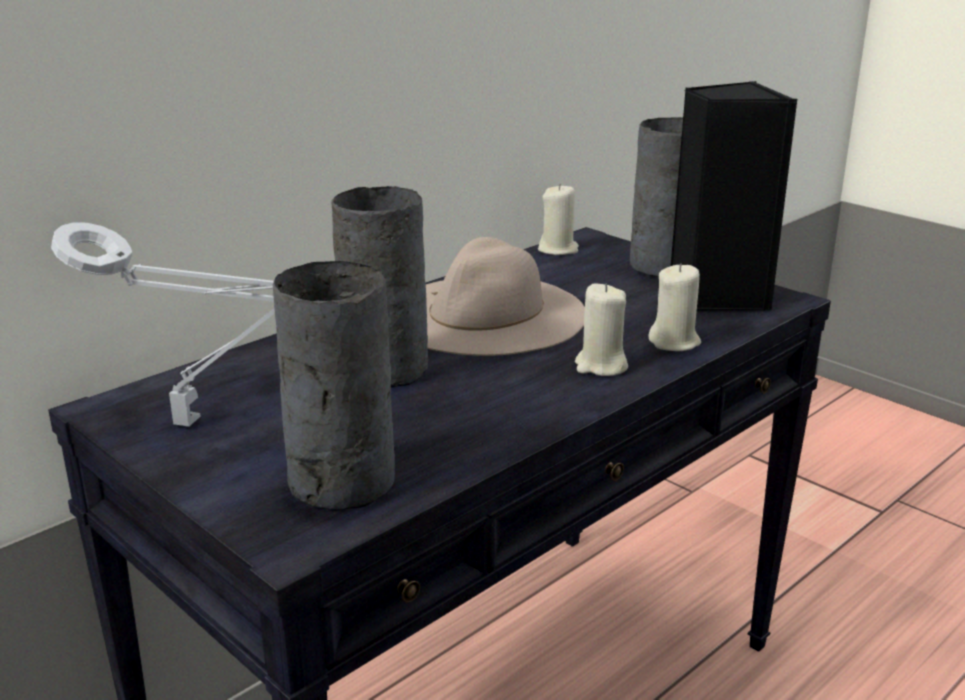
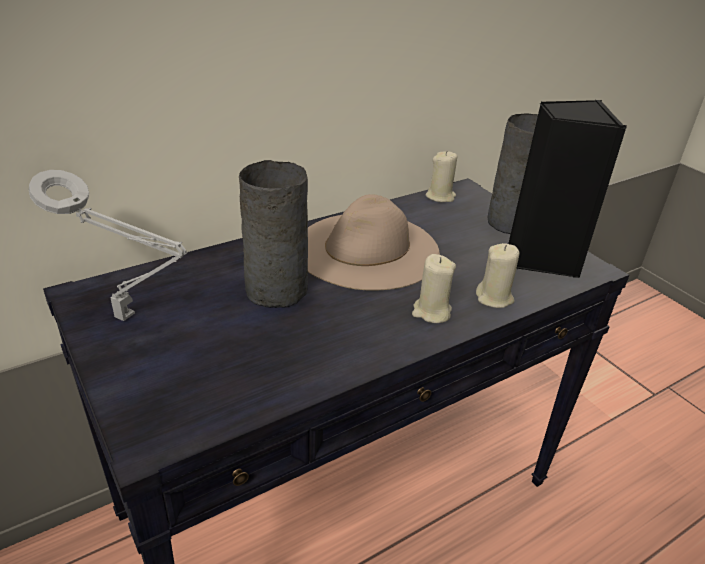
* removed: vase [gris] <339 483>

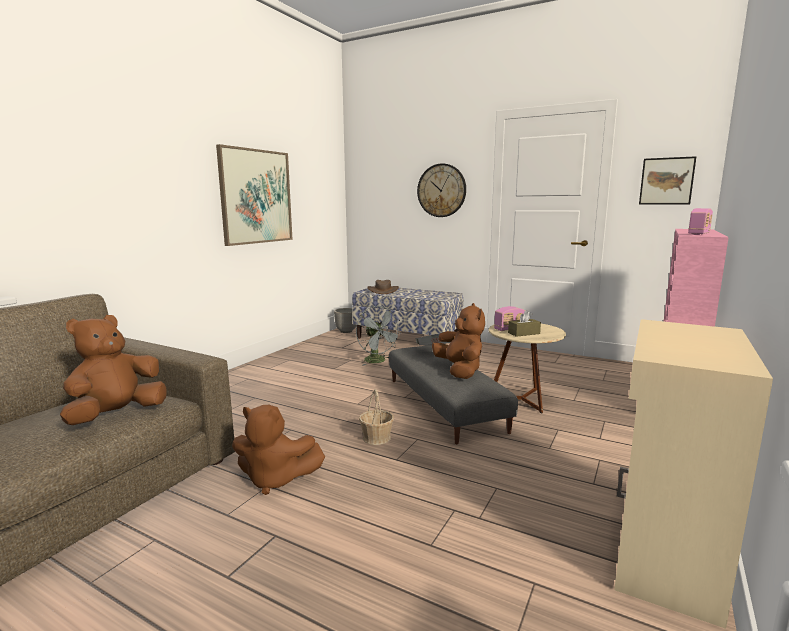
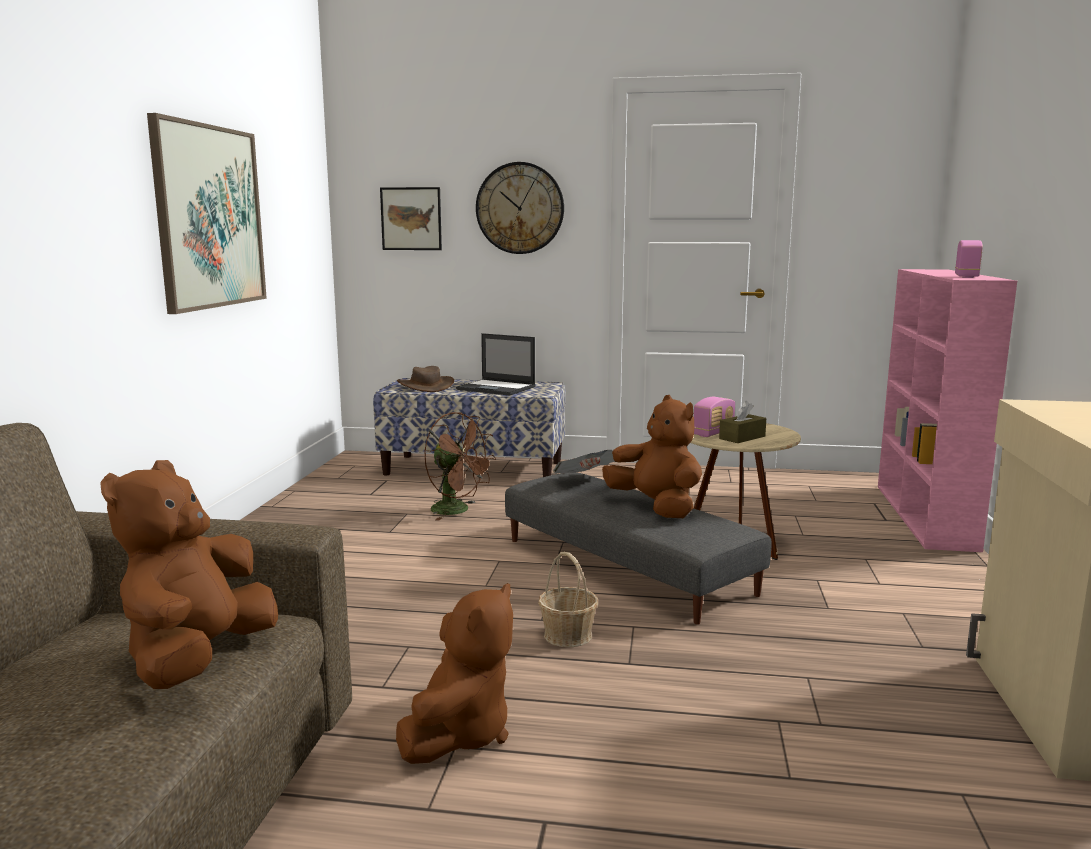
* removed: cache-pot <346 331>
* added: ordinateur portable <497 388>
* moved: tableau <666 181> to <411 219>
* recoloured: ventilateur [gris] <378 361> to ventilateur [marron] <457 511>
* turned: peluche [marron] <275 479> = <460 733> 60 degrees counterclockwise

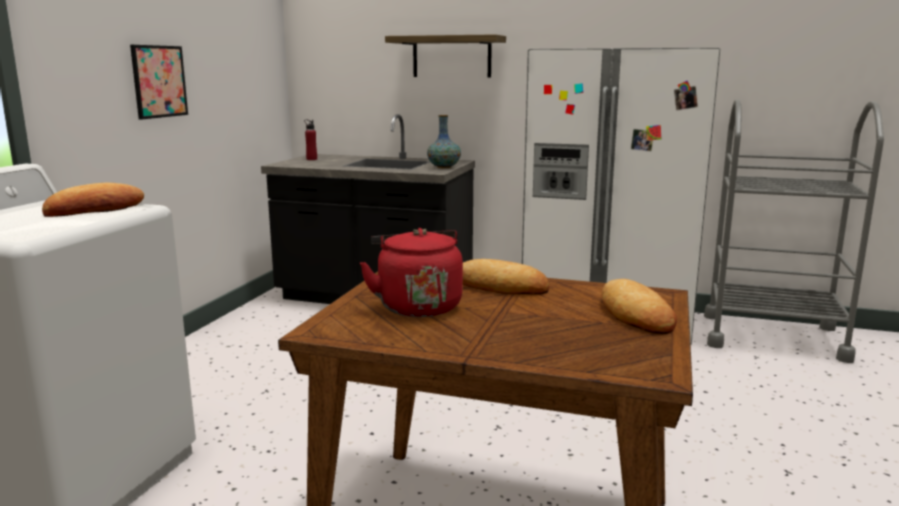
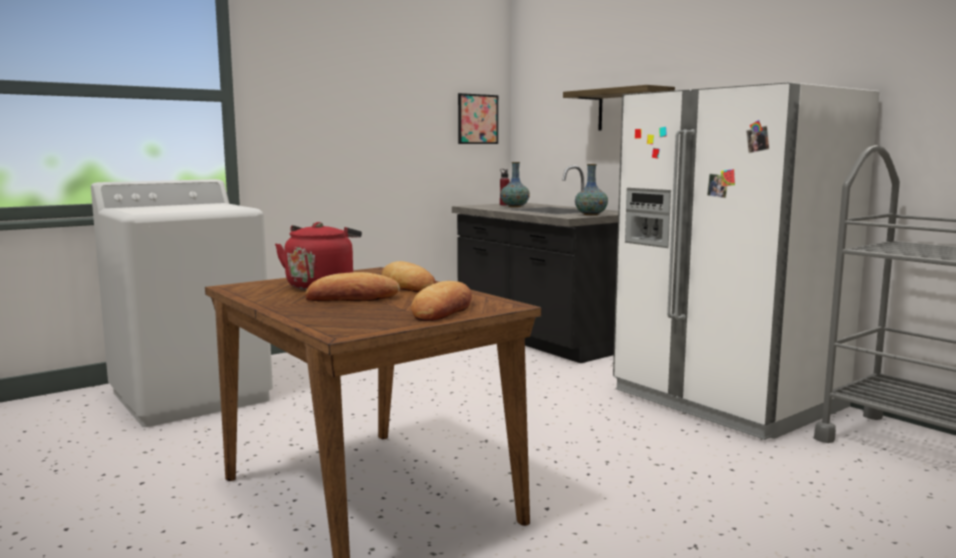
* added: vase <514 206>
* moved: pain <95 209> to <352 298>
* moved: tableau <159 81> to <477 119>

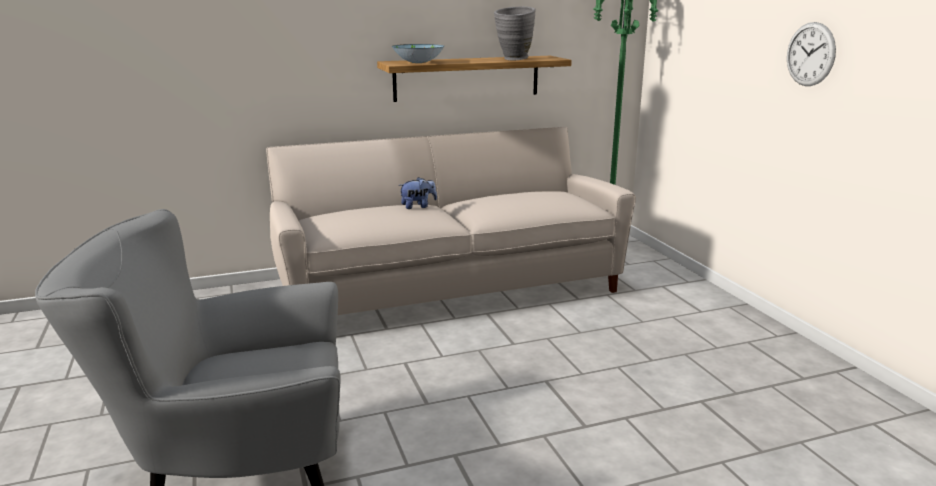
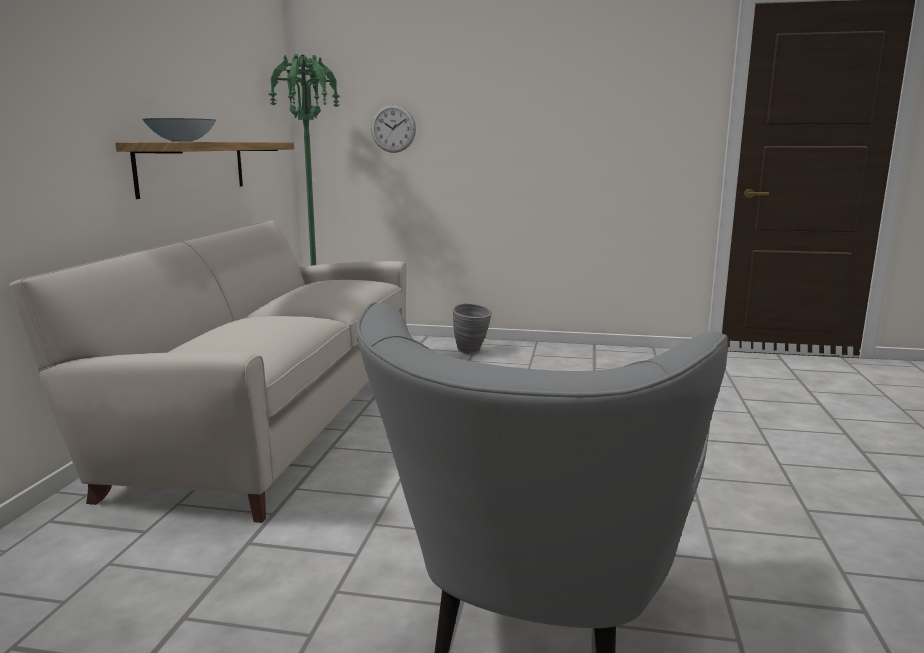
* removed: peluche <418 206>
* moved: vase [gris] <514 59> to <472 352>
* moved: horloge murale <810 54> to <393 128>

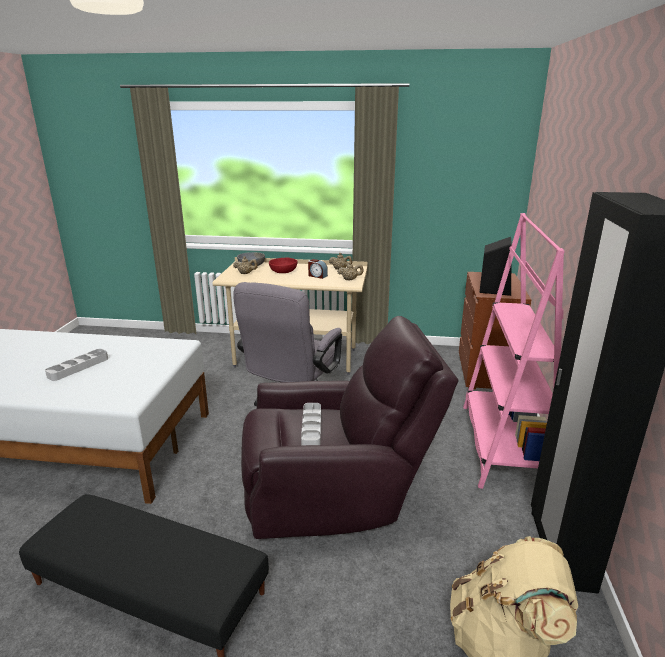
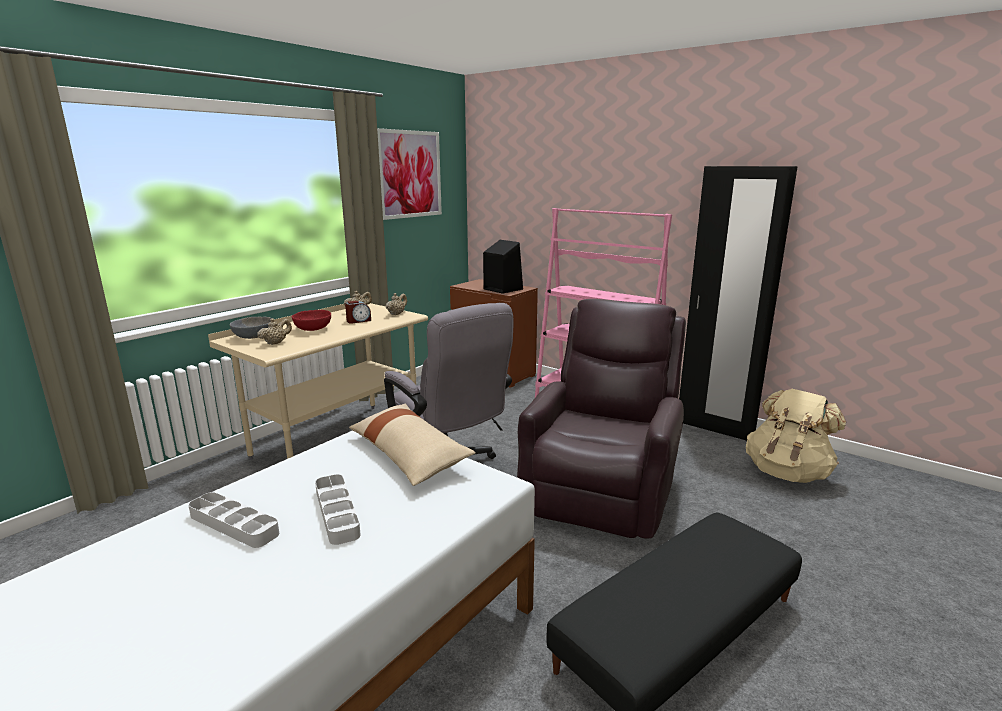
* added: coussin [beige] <409 455>
* added: tableau <410 174>
* moved: plateau [gris] <311 427> to <234 524>

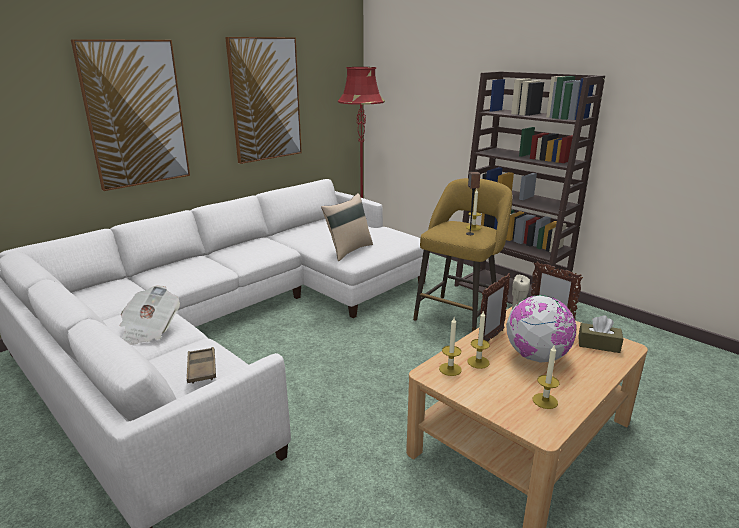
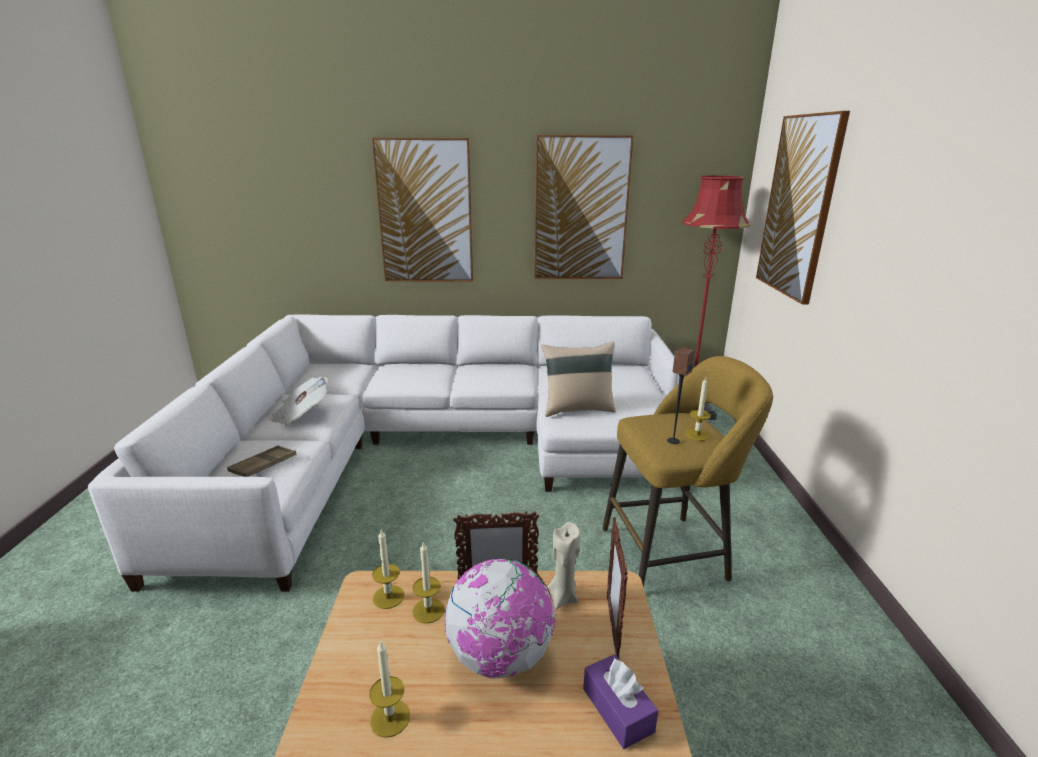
* removed: bibliothèque [marron] <511 292>
* added: tableau <799 207>
* recoloured: boîte à mouchoirs [marron] <598 344> to boîte à mouchoirs [violet] <617 709>

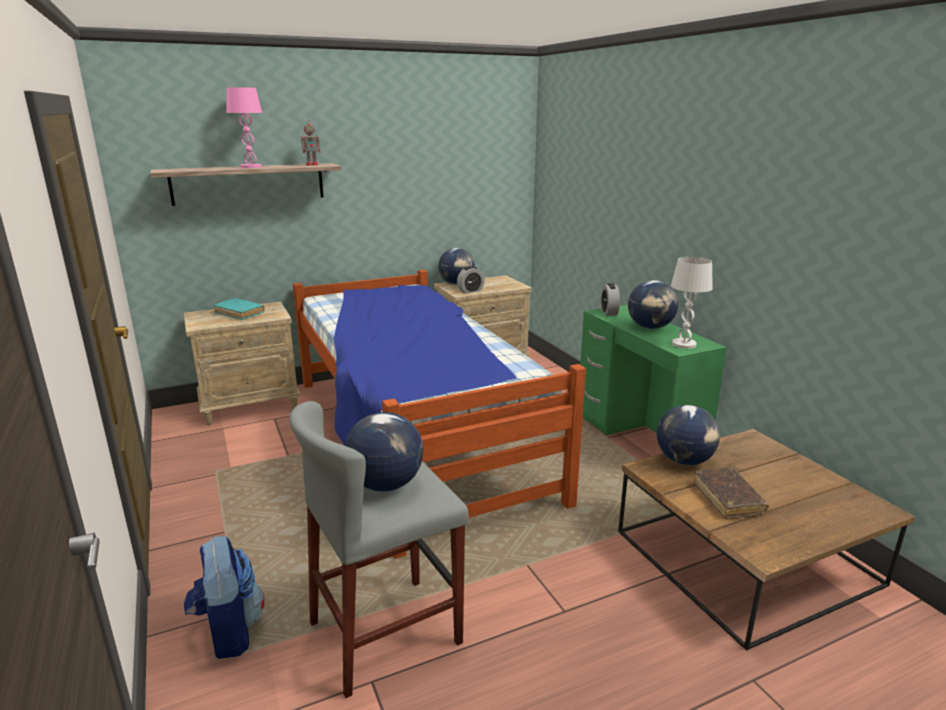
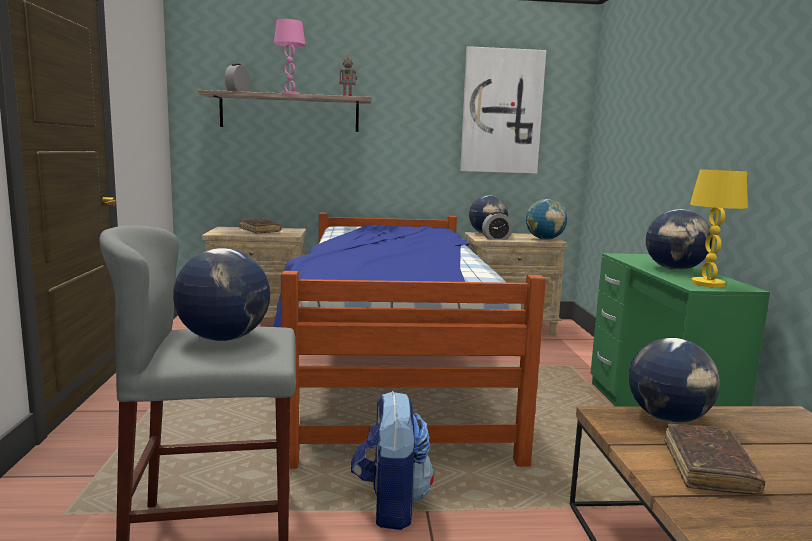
* added: tableau <501 111>
* added: globe <544 239>
* moved: sac à dos <229 631> to <390 505>
* moved: réveil <609 312> to <237 92>
* recoloured: livre [turquoise] <239 313> to livre [marron] <260 231>
* recoloured: lampe de table [blanc] <684 344> to lampe de table [jaune] <708 284>

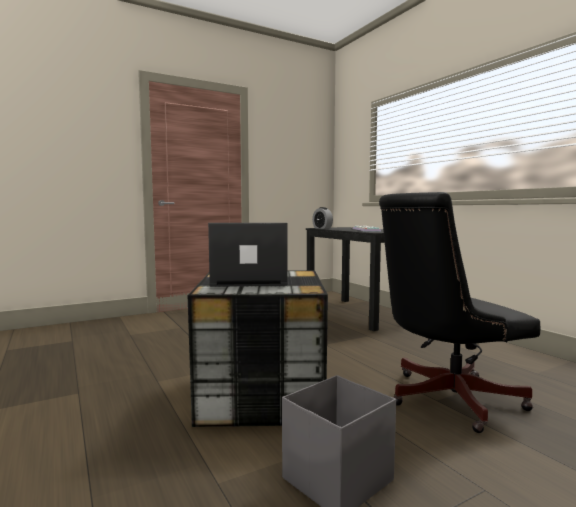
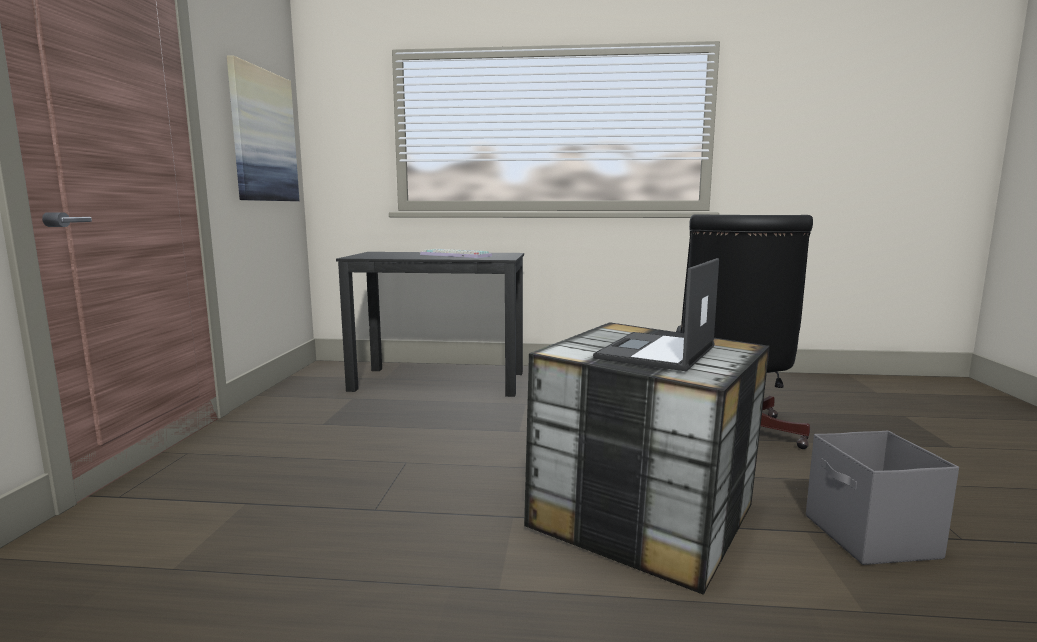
* removed: réveil <322 228>
* added: tableau <263 136>

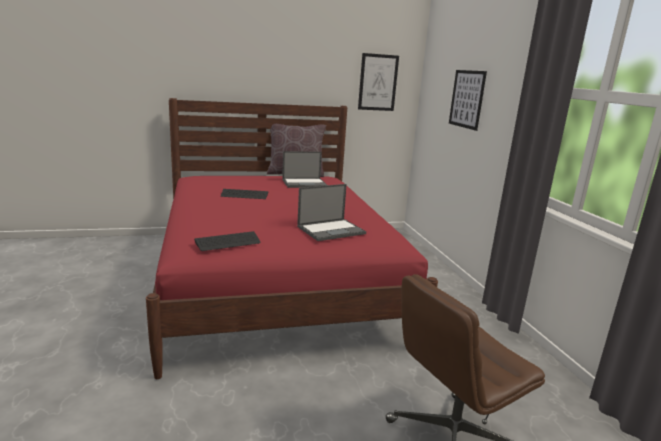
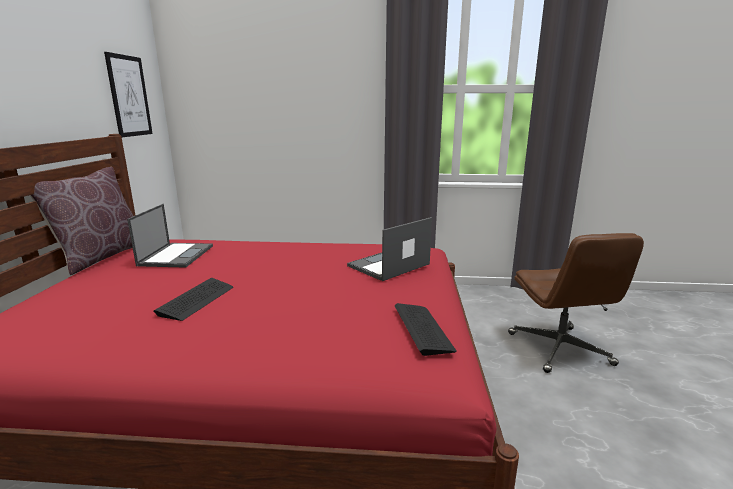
* removed: tableau <467 99>
* turned: ordinateur portable <331 230> = <388 265> 120 degrees counterclockwise

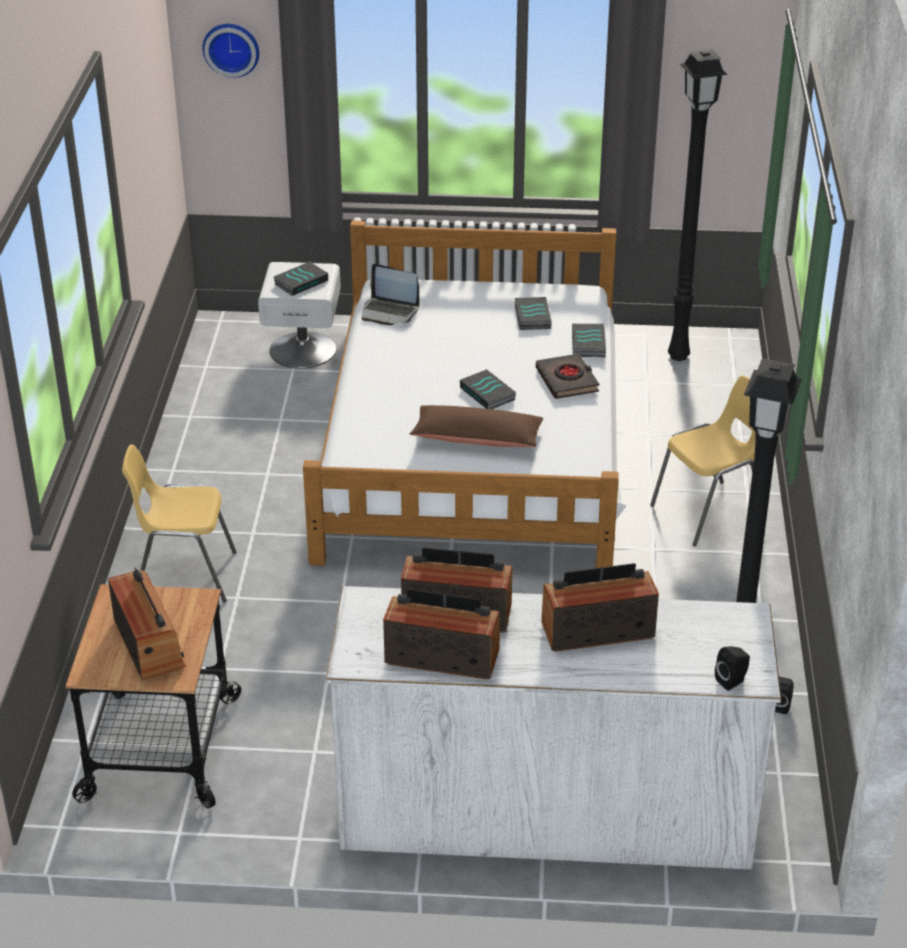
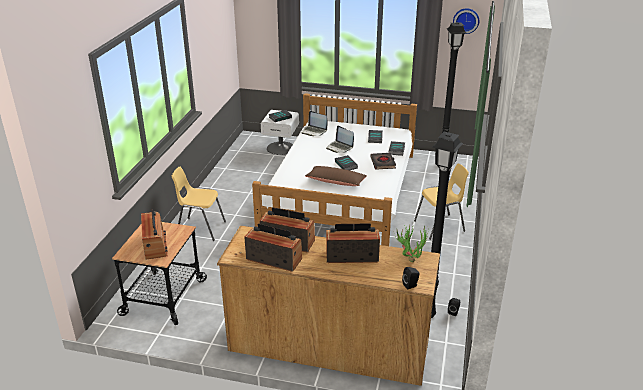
* added: ordinateur portable <340 147>
* added: plante en pot <410 258>
* moved: horloge murale <231 48> to <466 20>
* recoloured: commode [blanc] <545 811> to commode [marron] <328 346>

